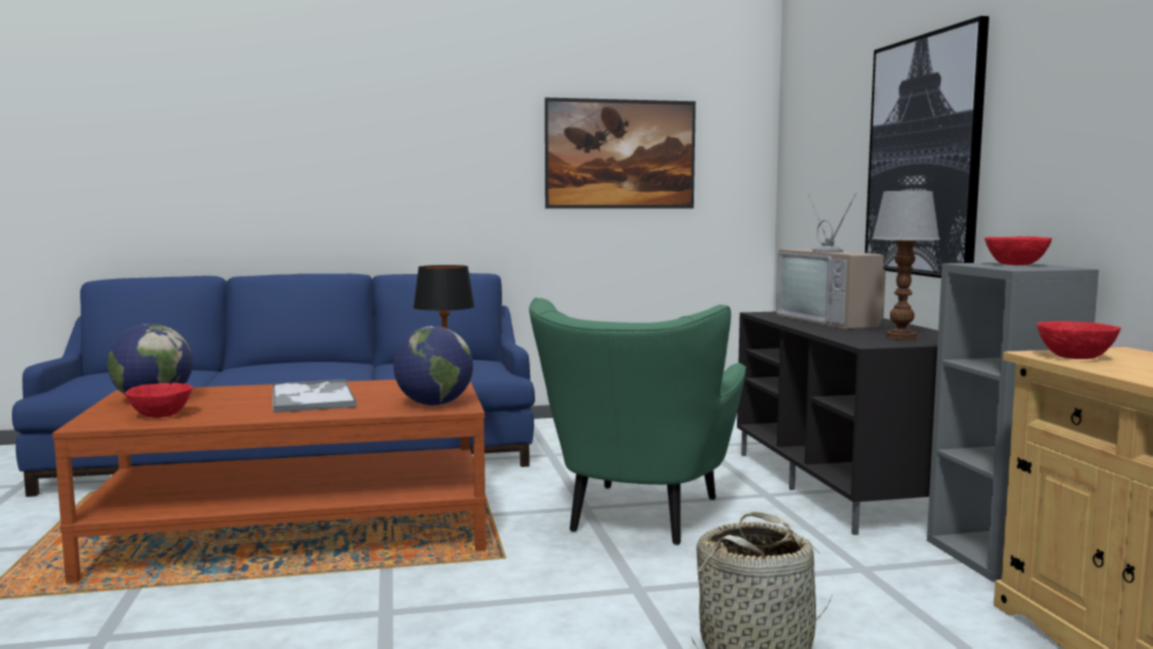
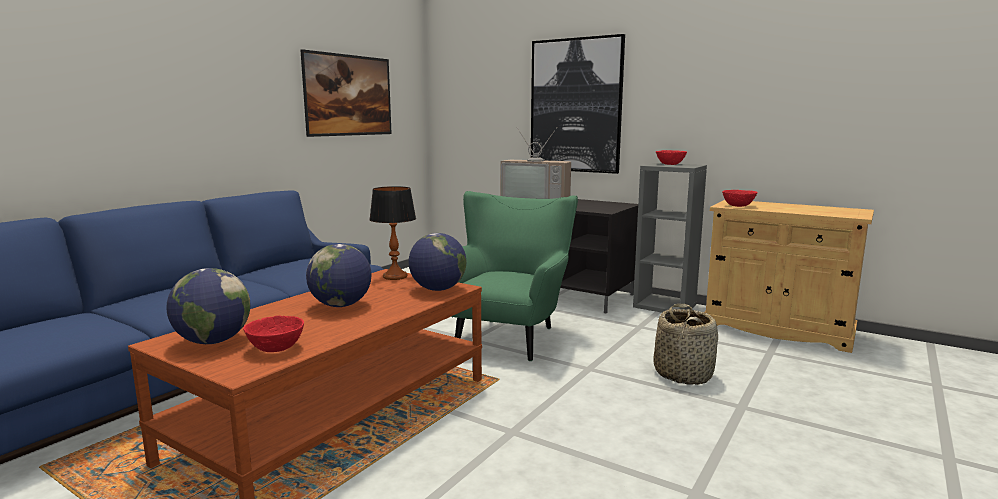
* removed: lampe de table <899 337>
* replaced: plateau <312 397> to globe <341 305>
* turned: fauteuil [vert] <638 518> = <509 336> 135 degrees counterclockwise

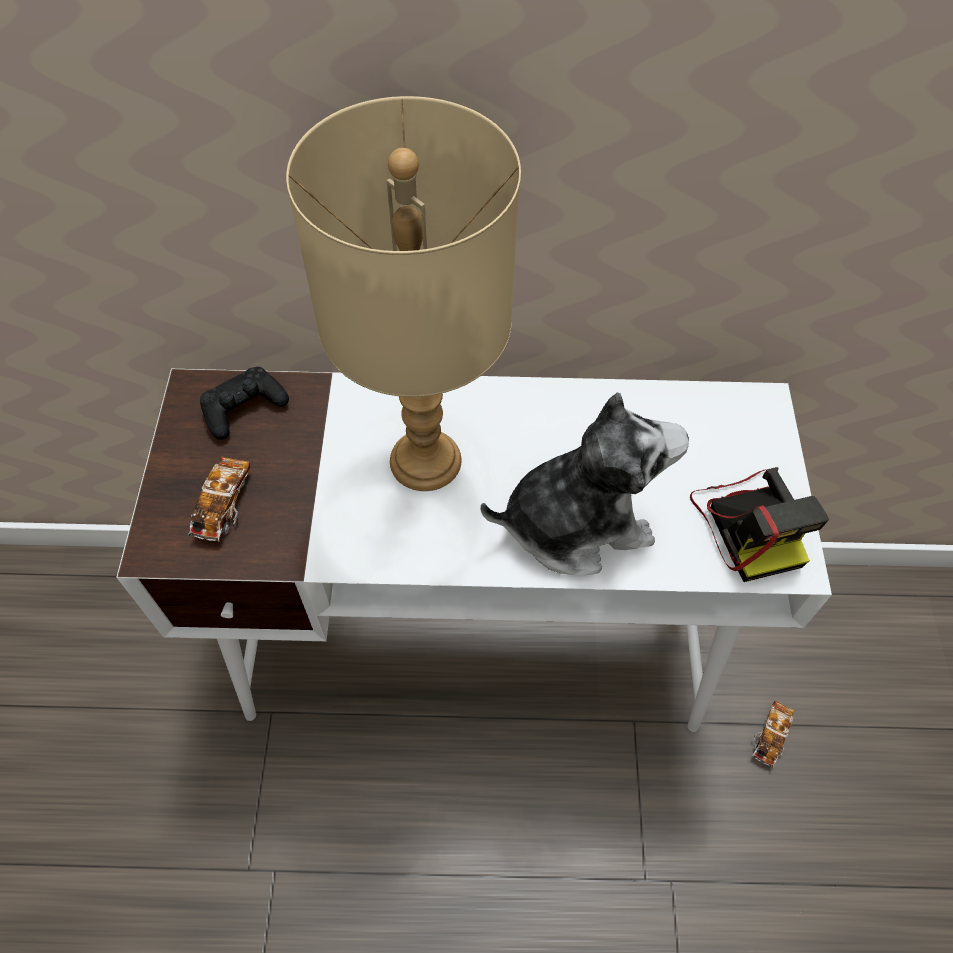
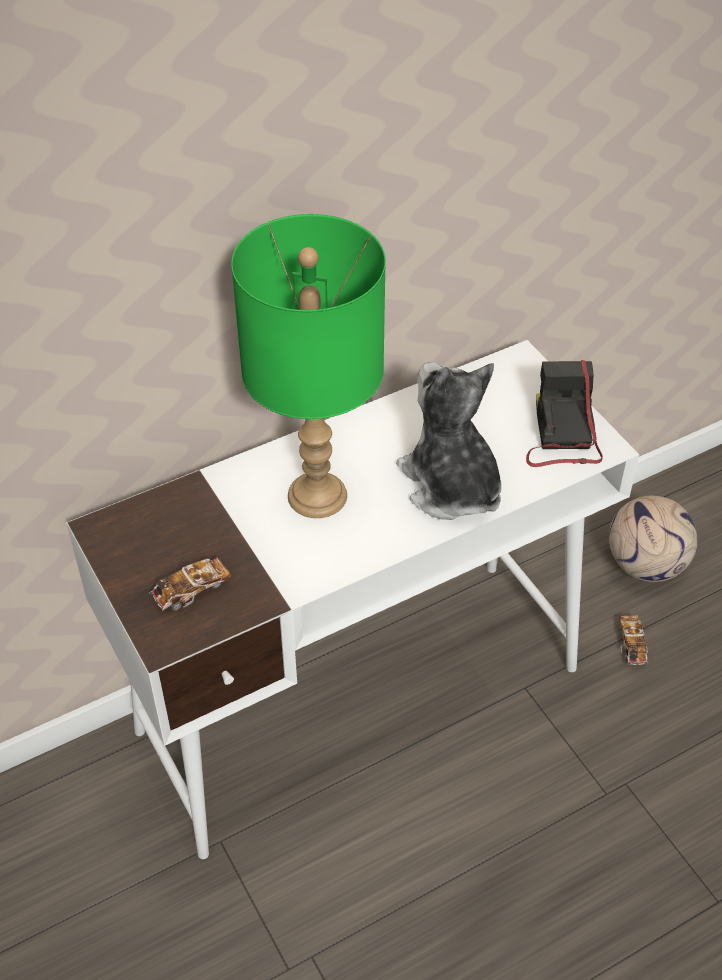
* removed: manette [noir] <243 408>
* added: ballon de foot <646 564>
* recoloured: lampe de table [beige] <424 461> to lampe de table [vert] <317 496>
* turned: petite voiture <224 506> = <191 591> 75 degrees clockwise
* turned: peluche <576 522> = <451 486> 75 degrees counterclockwise
* turned: appareil photo <749 523> = <562 436> 135 degrees counterclockwise

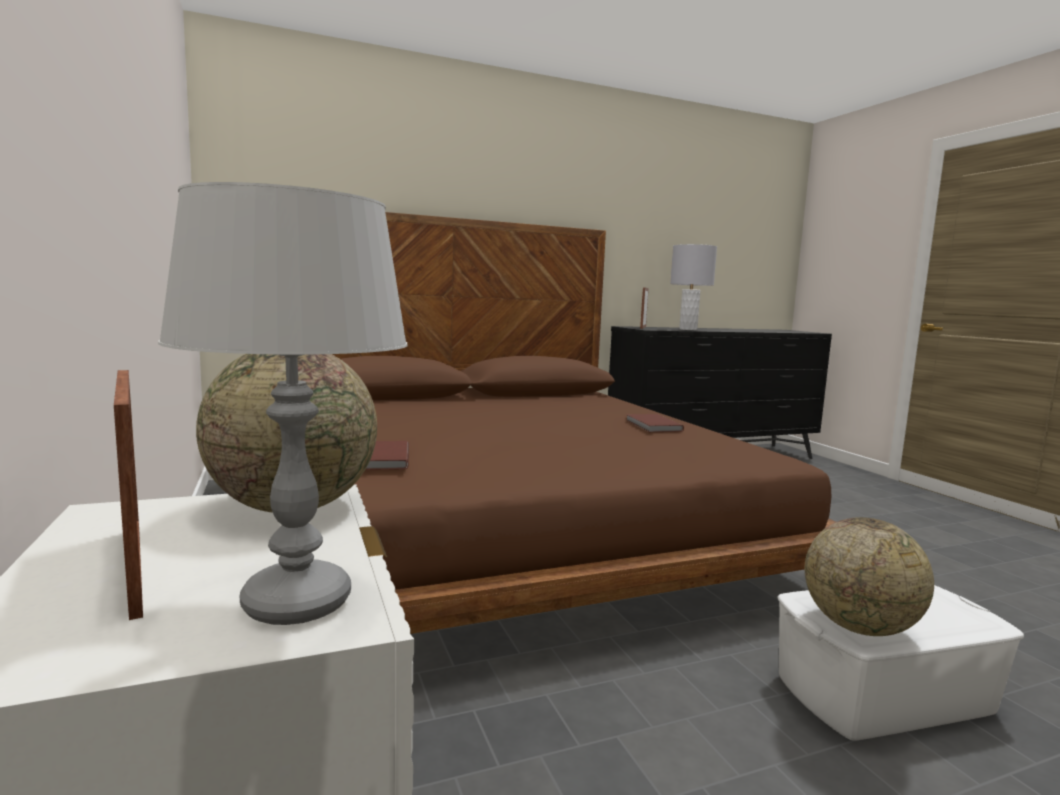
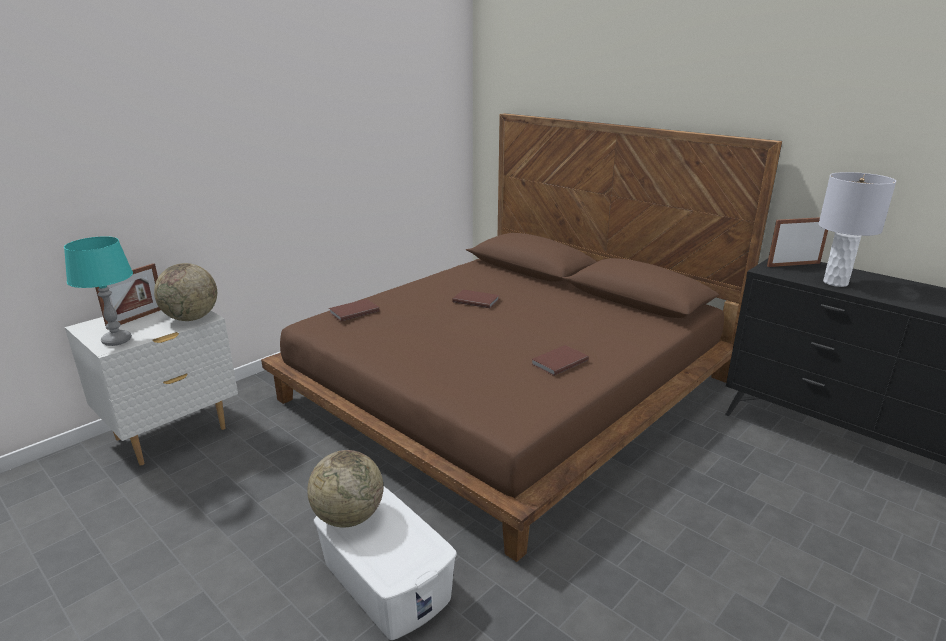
* added: livre [marron] <475 300>
* recoloured: lampe de table [gris] <298 602> to lampe de table [turquoise] <117 341>

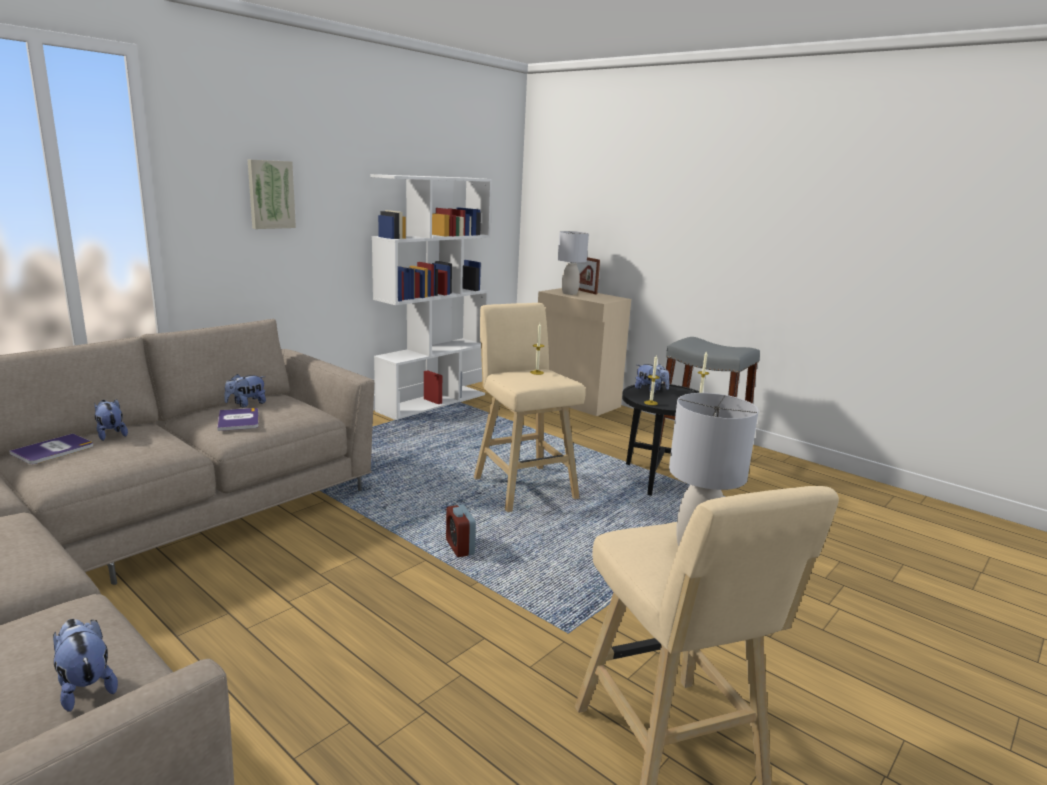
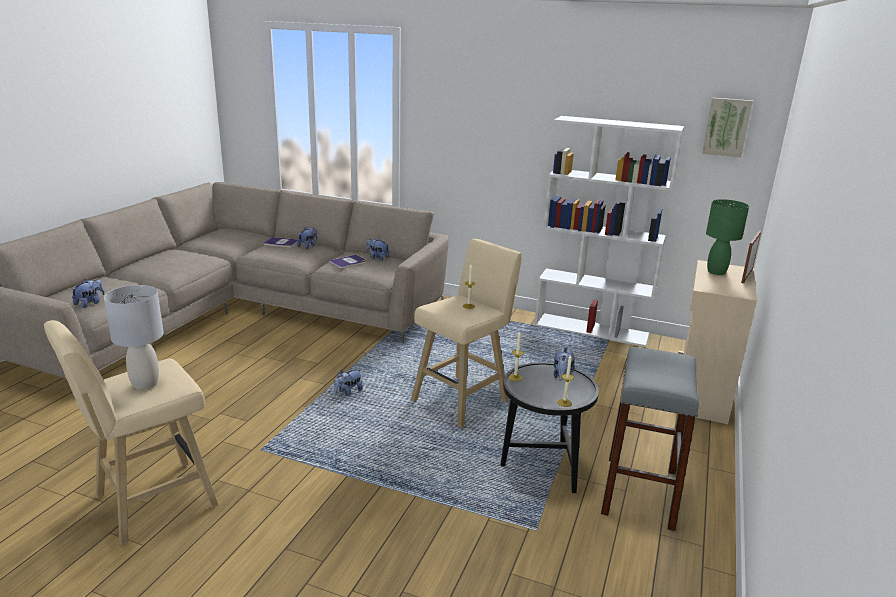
* moved: tableau <270 194> to <726 127>
* replaced: réveil <460 547> to peluche <348 392>
* recoloured: lampe de table [gris] <569 293> to lampe de table [vert] <716 272>

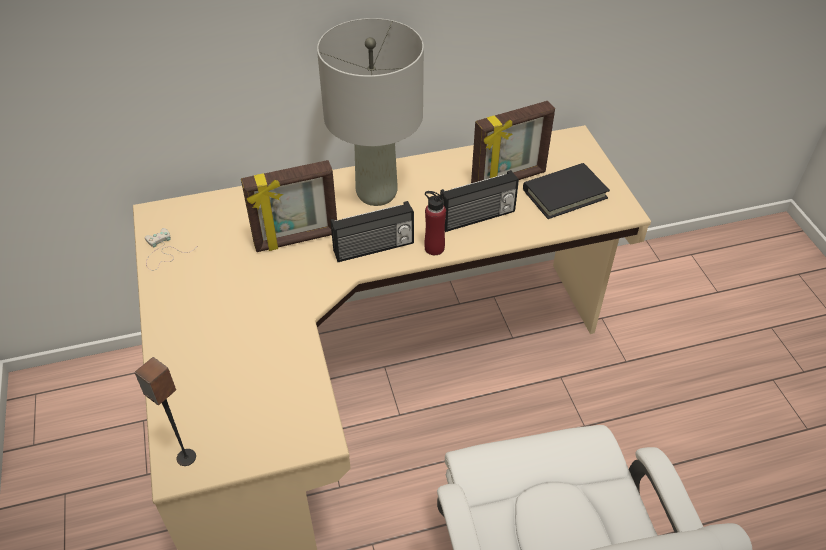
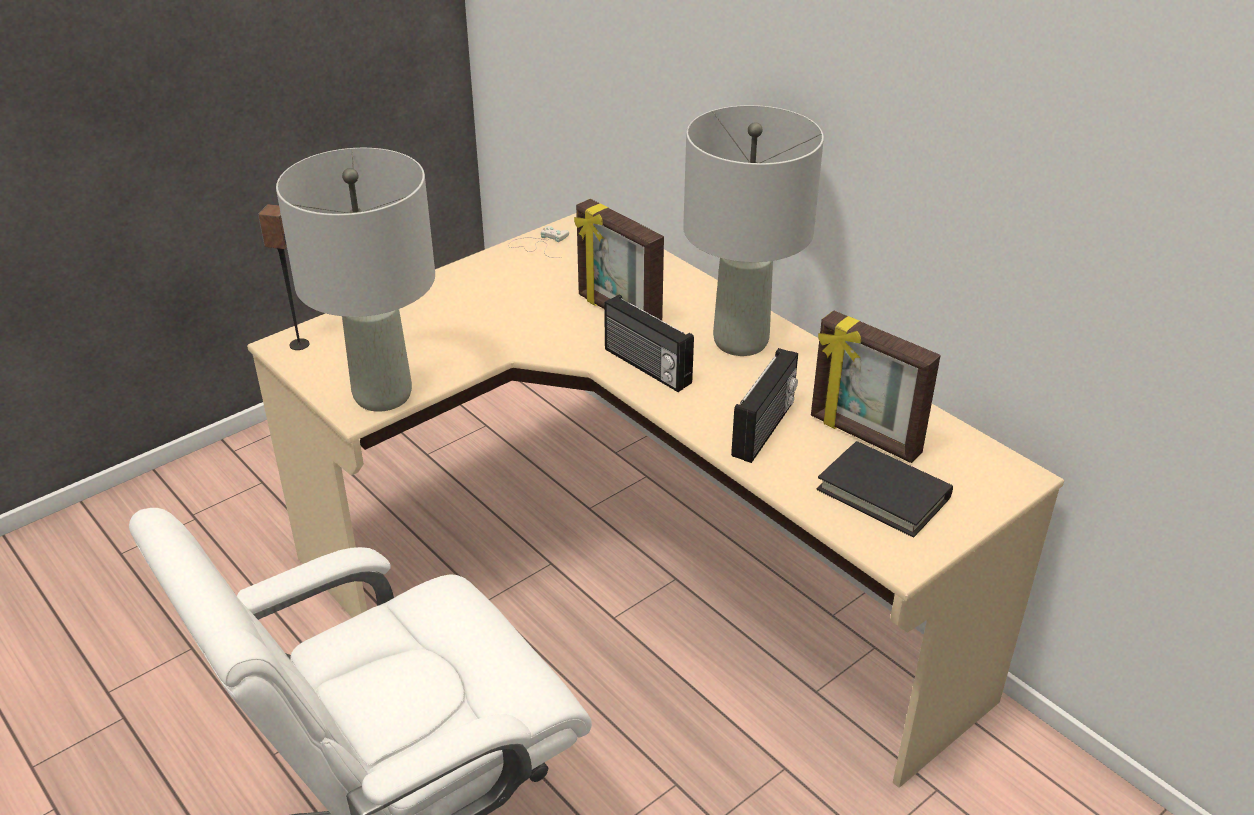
* removed: bouteille [rouge] <434 248>
* added: lampe de table [gris] <383 394>
* turned: radio <477 218> = <765 429> 105 degrees counterclockwise

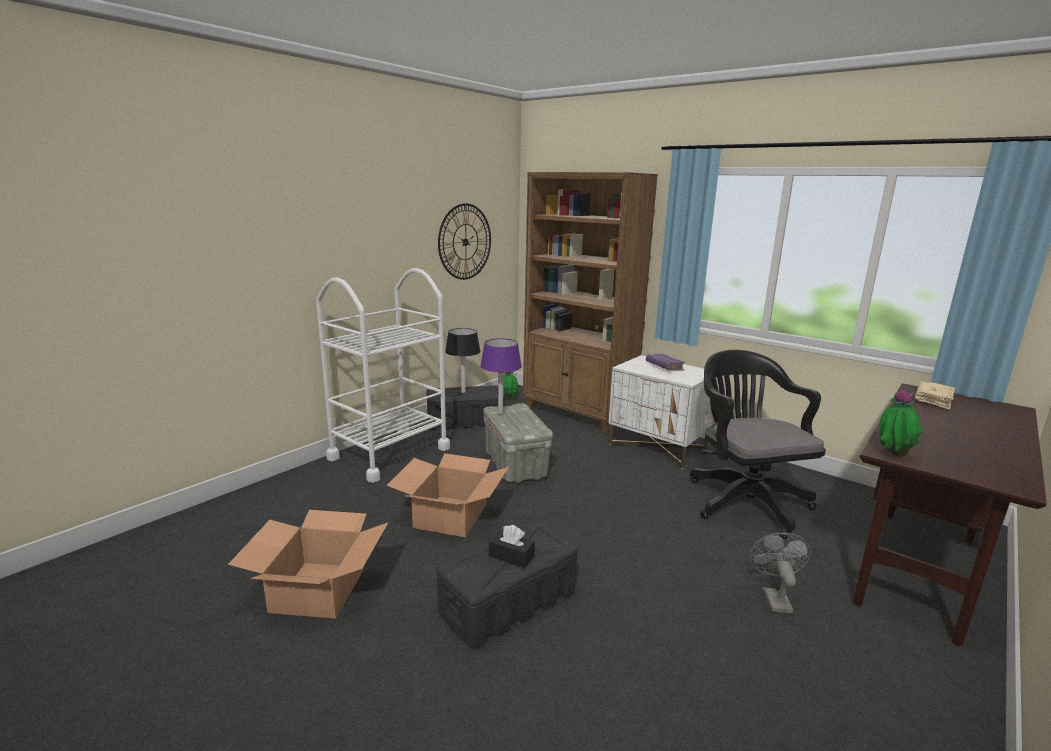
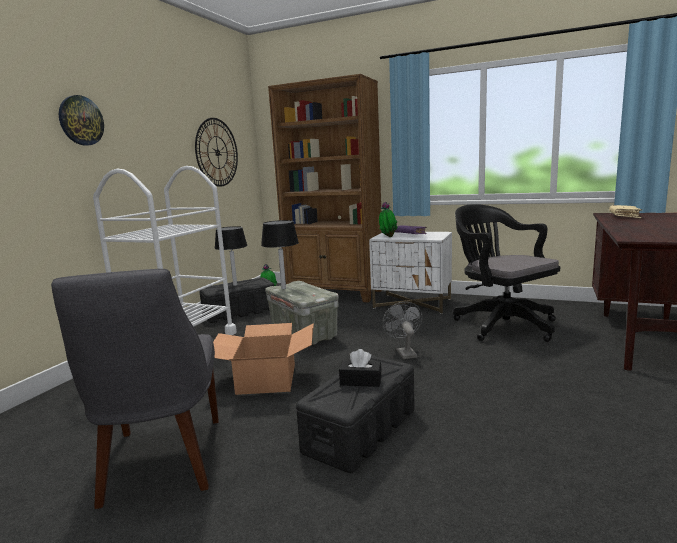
* added: horloge murale <81 120>
* moved: ventilateur [gris] <774 597> to <404 352>
* moved: plante en pot <892 454> to <387 237>
* replaced: carton <317 589> to chaise [gris] <162 463>
* recoloured: lampe de table [violet] <500 413> to lampe de table [noir] <283 288>

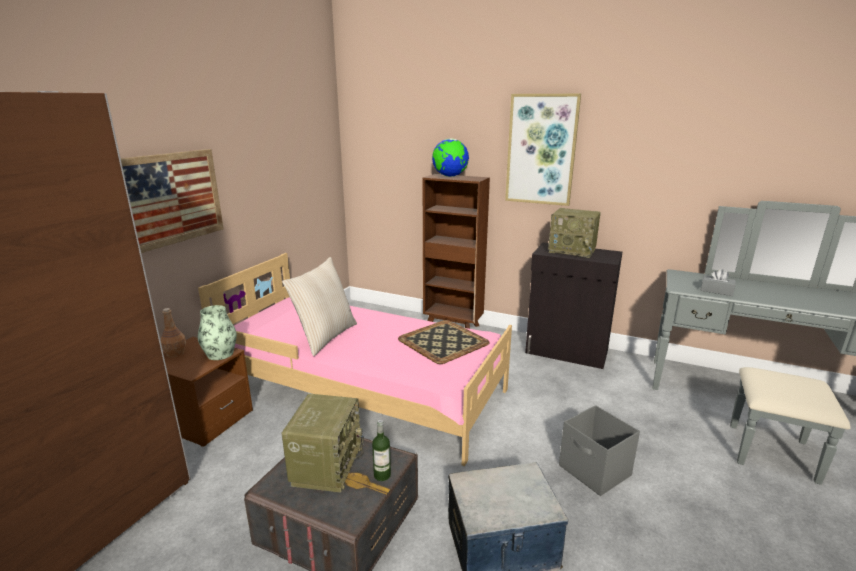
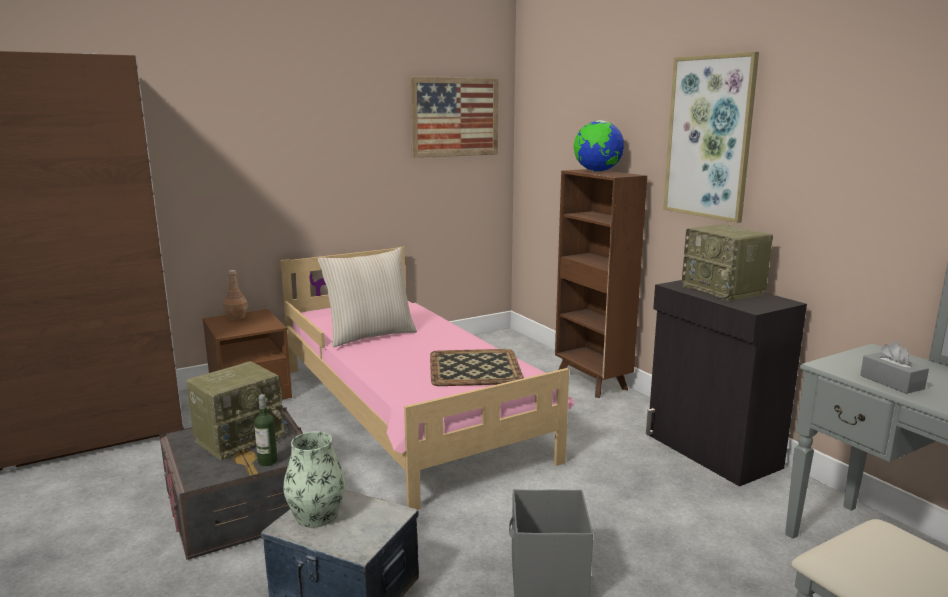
* moved: tableau <170 198> to <454 117>
* moved: vase <220 354> to <317 515>

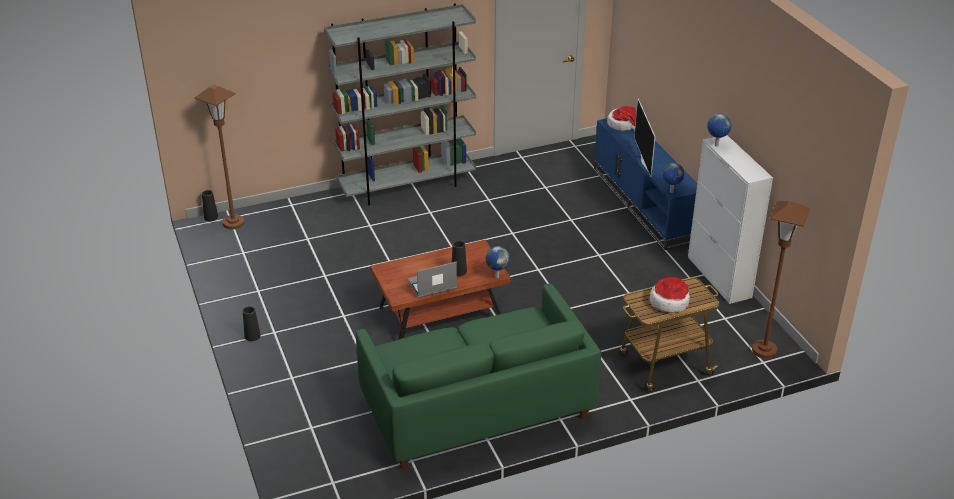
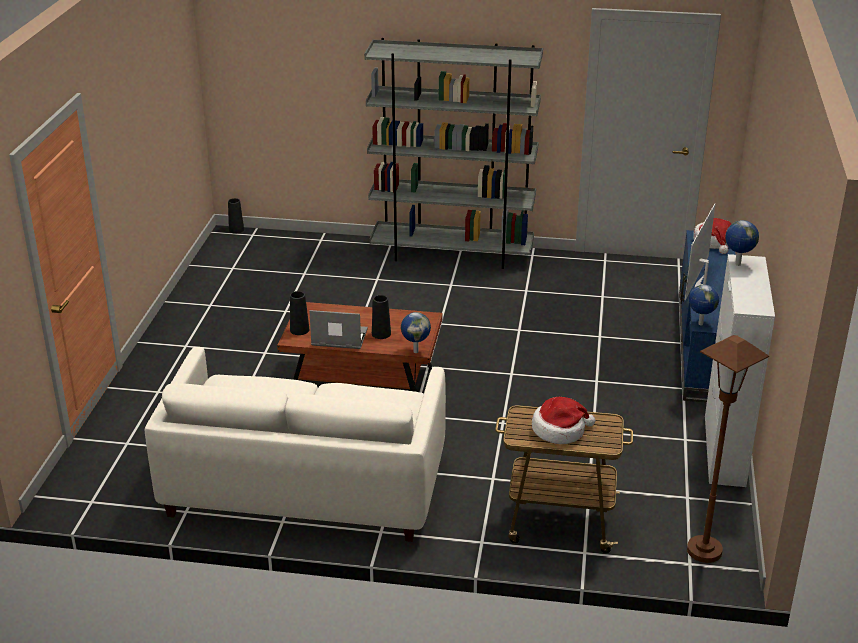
* removed: lampadaire [marron] <233 223>
* moved: vase [noir] <252 336> to <299 330>
* recoloured: canapé [vert] <476 407> to canapé [blanc] <304 485>

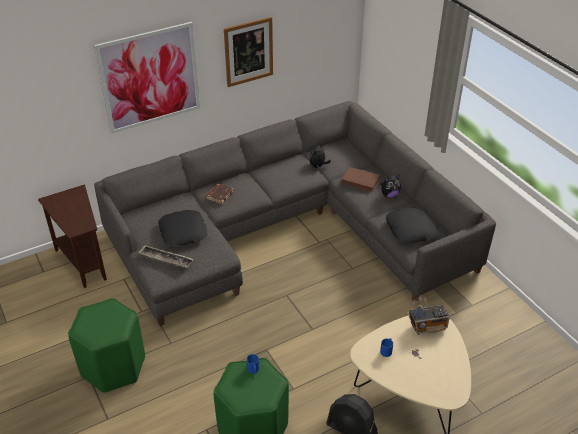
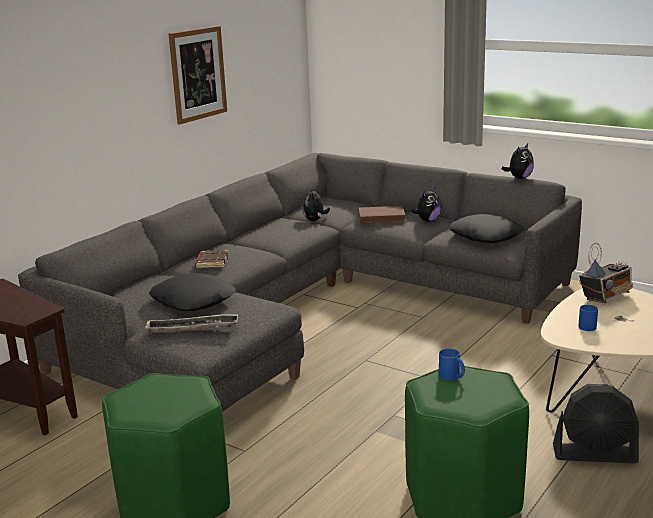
* removed: tableau <150 78>
* added: peluche <519 178>

